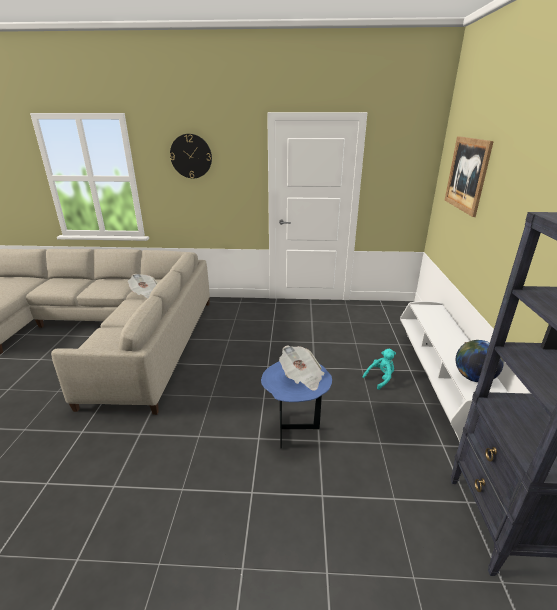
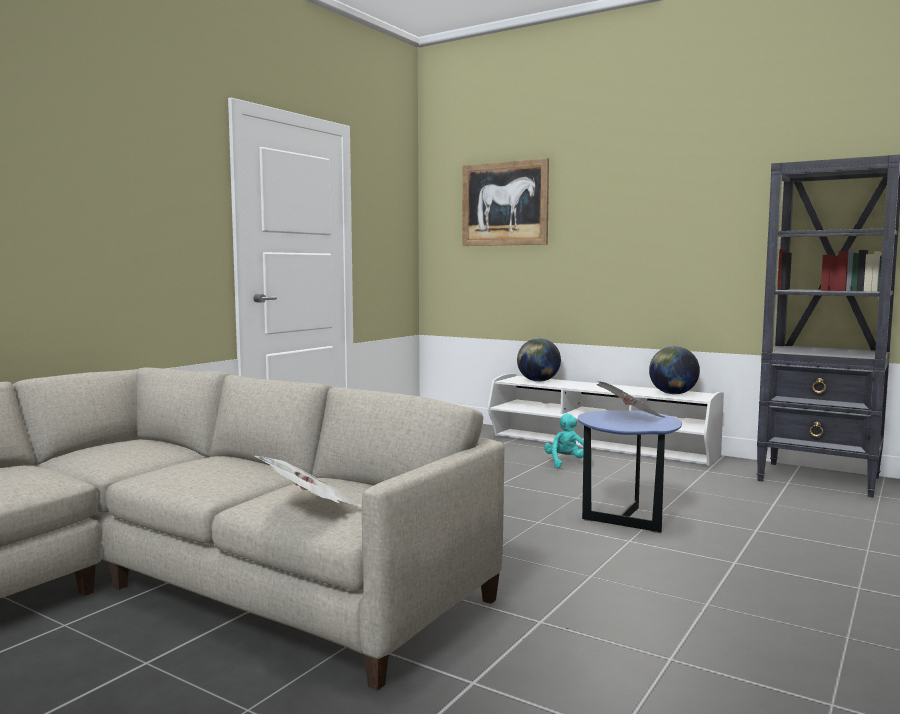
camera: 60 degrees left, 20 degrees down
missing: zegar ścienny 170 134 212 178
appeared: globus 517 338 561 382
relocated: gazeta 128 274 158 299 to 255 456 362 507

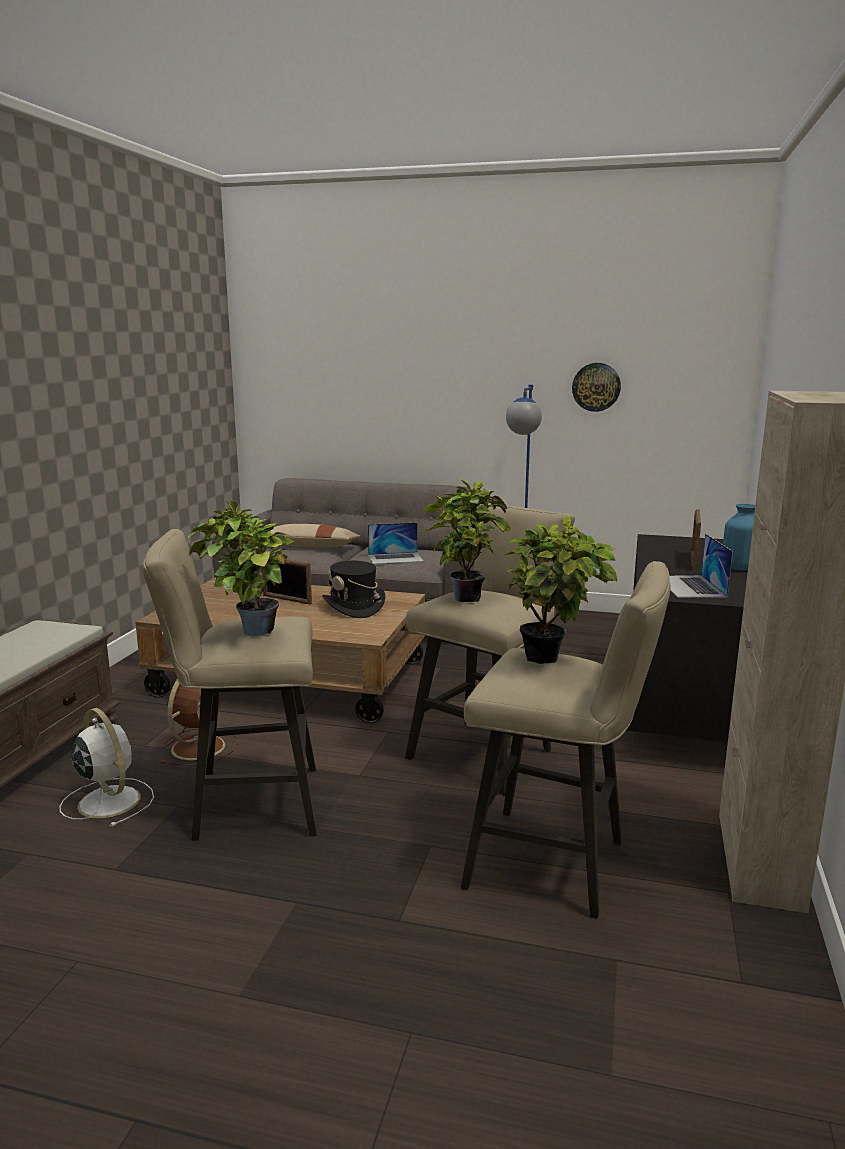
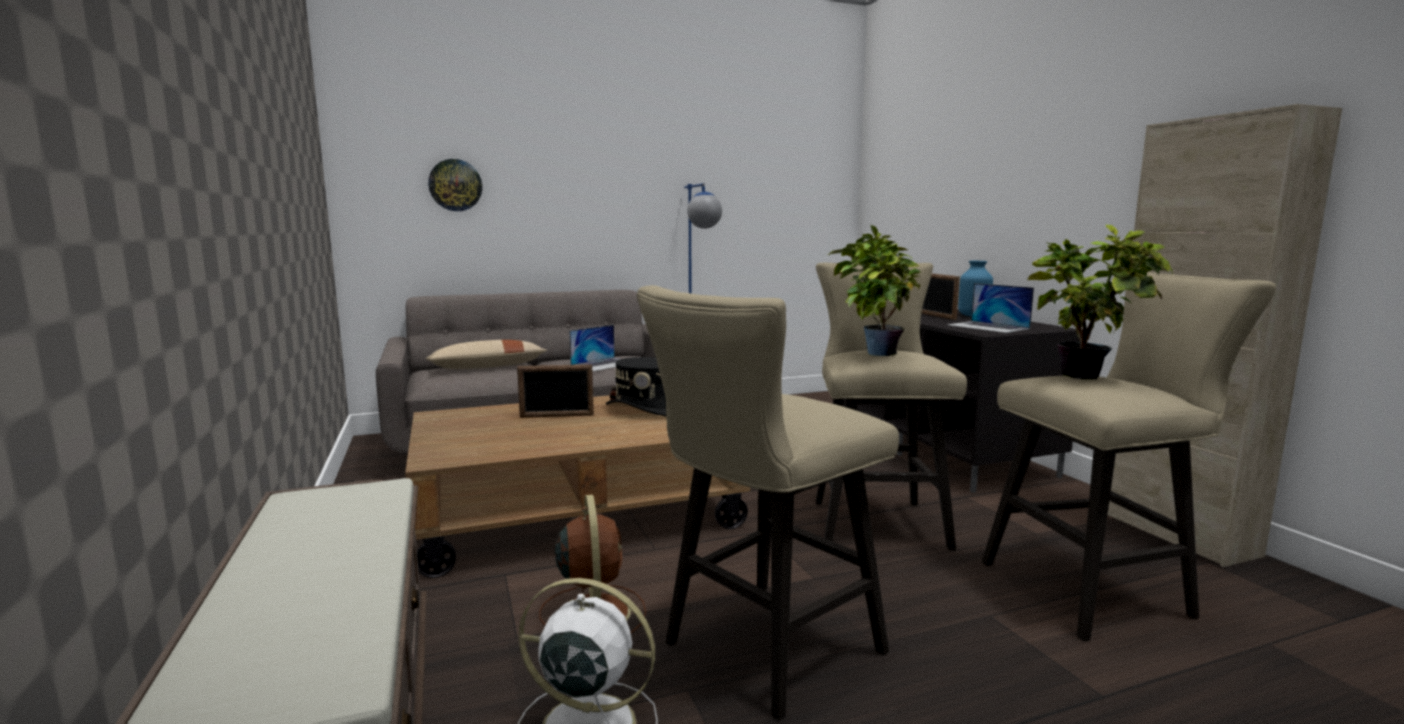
camera: 35 degrees left, 5 degrees down
missing: roślina doniczkowa 188 501 294 636
relocated: zegar ścienny 572 363 621 412 to 428 159 482 211

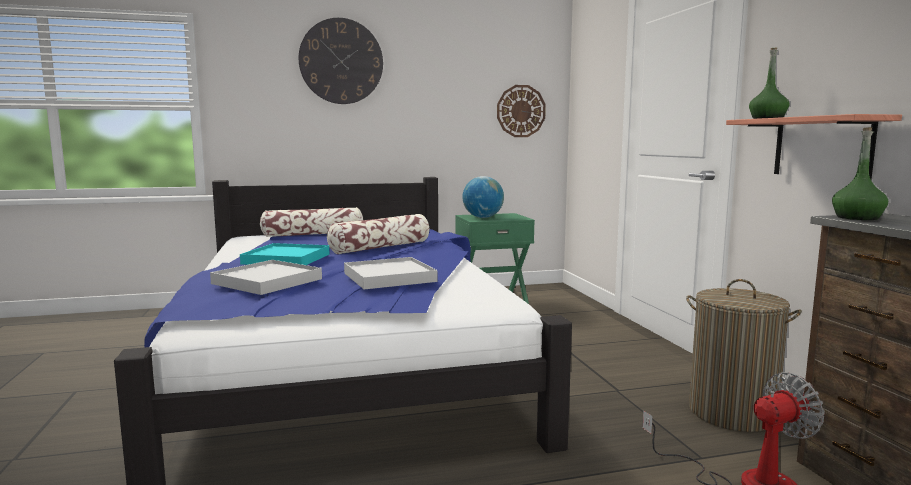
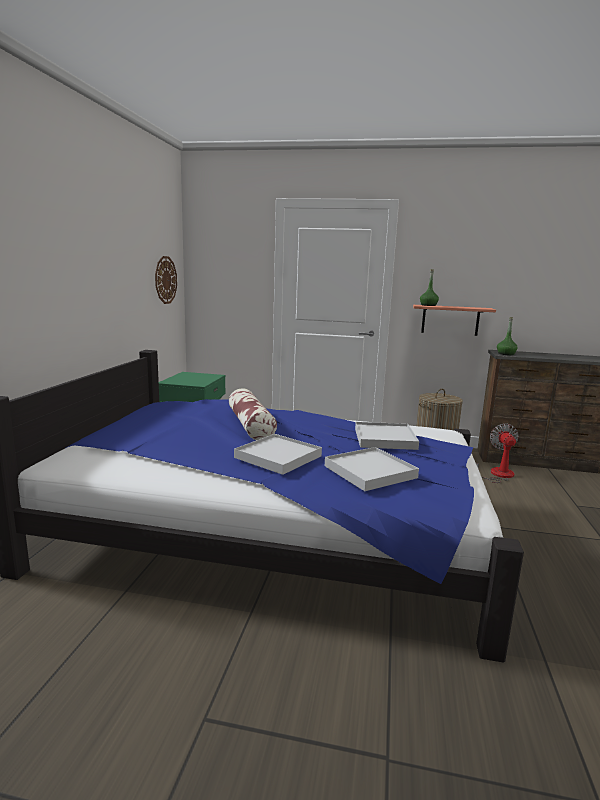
camera: 65 degrees left, 5 degrees up
missing: poduszka 260 207 363 237; zegar ścienny 299 18 383 104; globus 462 176 504 218
colour: taca (turkusowy) 240 243 329 265 to taca (biały) 234 434 322 475

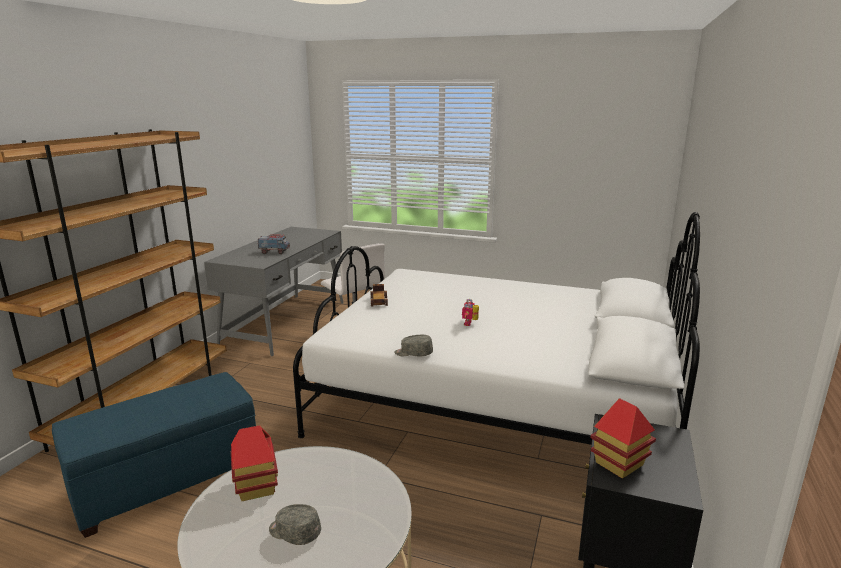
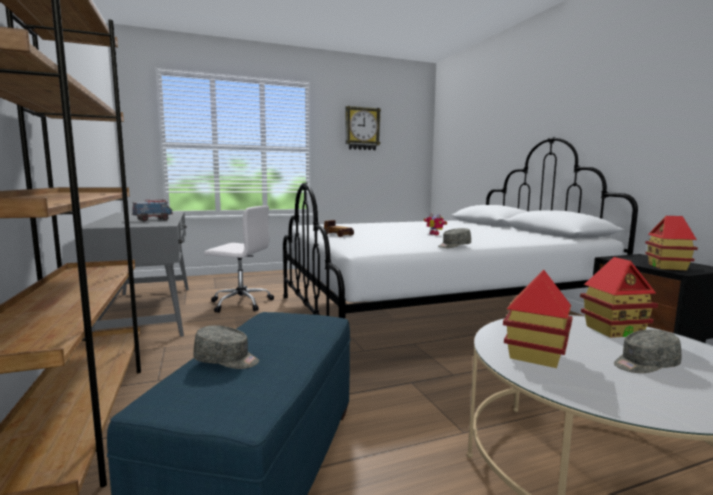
camera: 40 degrees left, 10 degrees down
appeared: czapka z daszkiem (szary) 193 325 259 369; zegar ścienny 345 106 381 150; domek 580 257 658 338

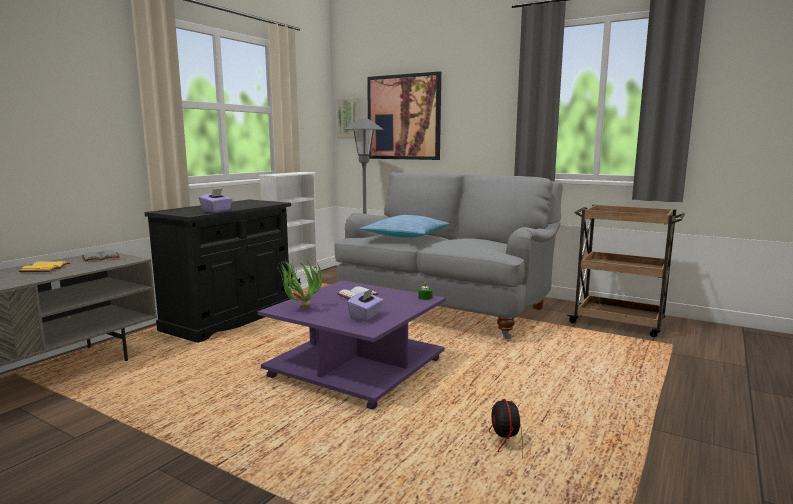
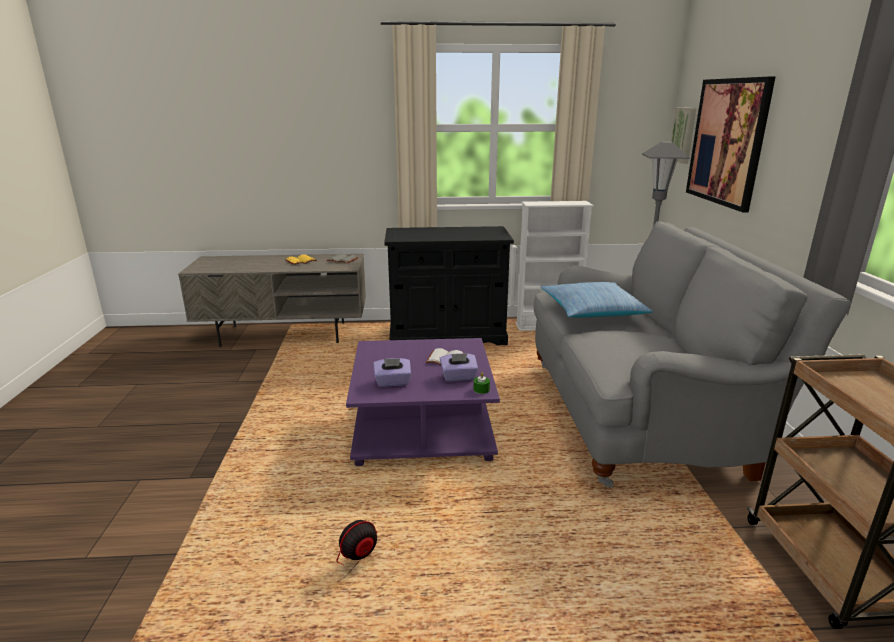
camera: 55 degrees right, 10 degrees up
missing: roślina doniczkowa 279 258 322 308
relocated: pudełko chusteczek (fioletowy) 199 188 233 212 to 440 353 478 381

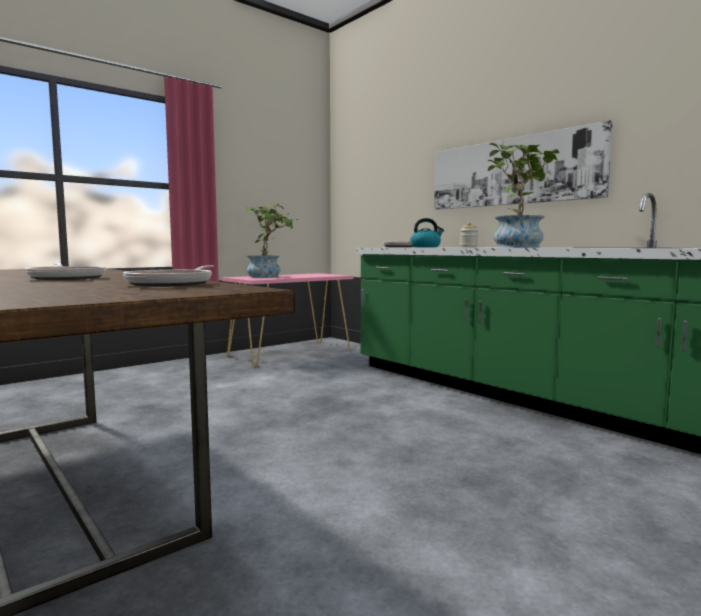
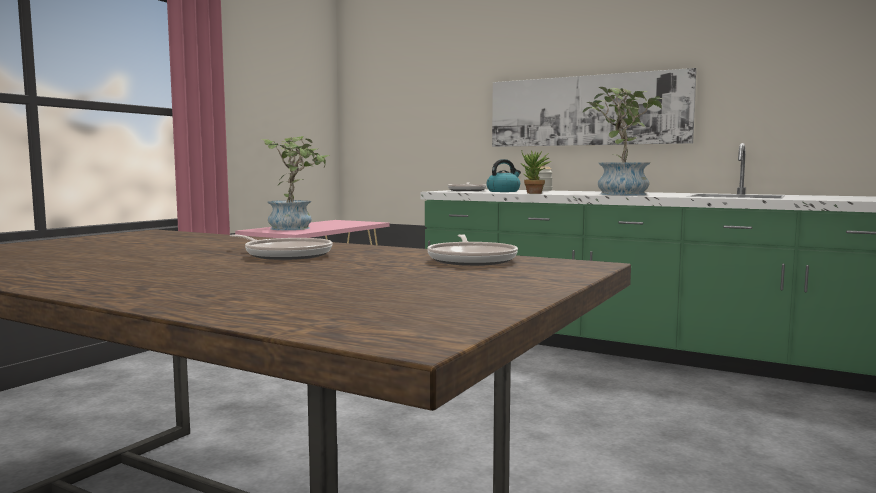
camera: 20 degrees left, 0 degrees up
appeared: roślina doniczkowa 521 150 551 194

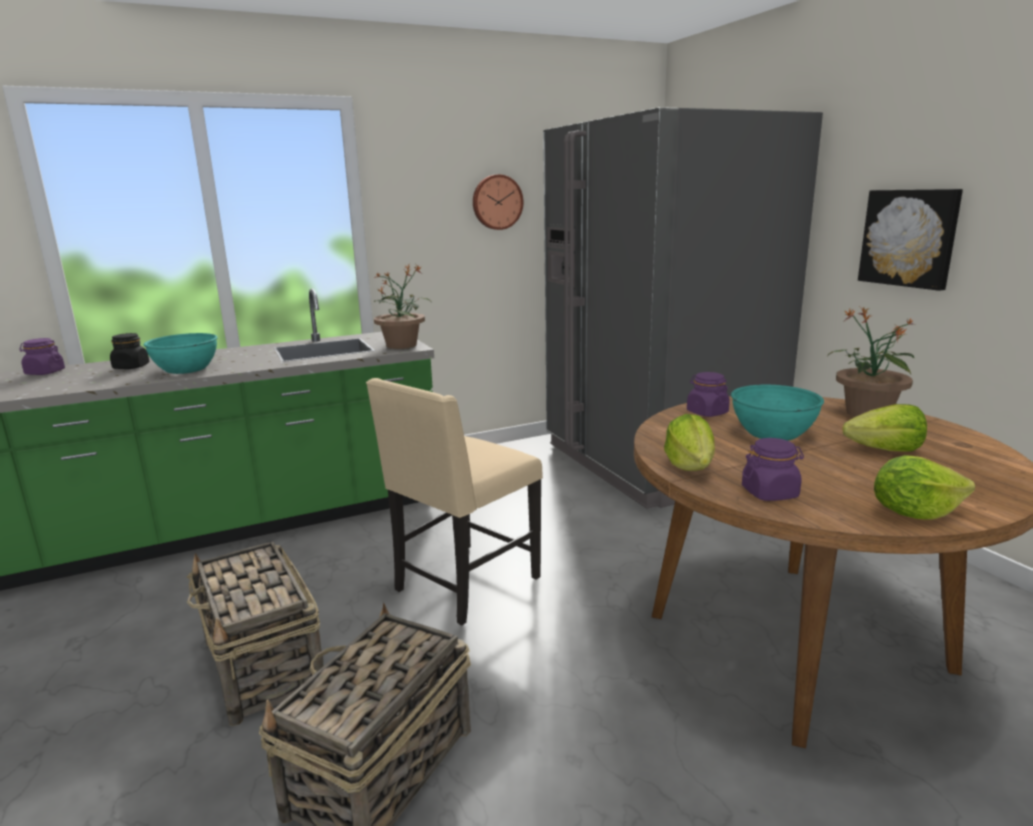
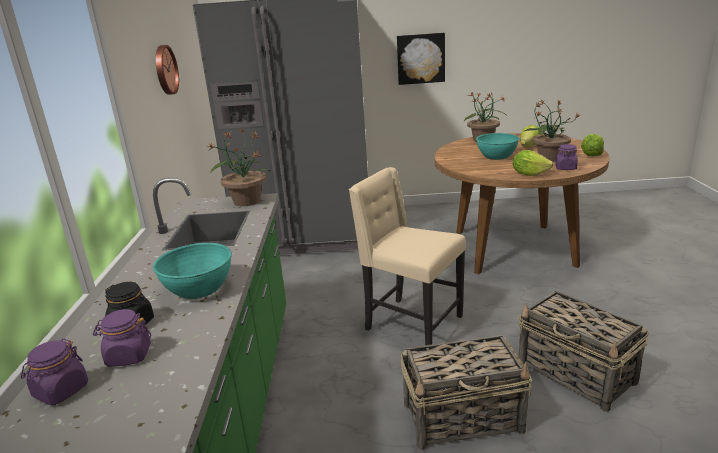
camera: 65 degrees left, 5 degrees up
appeared: roślina doniczkowa 523 100 580 162
relocated: słoik (fioletowy) 687 372 730 417 to 93 309 151 367
spun: krzesło (beżowy) 366 378 543 625 = 349 167 466 345 150 degrees clockwise

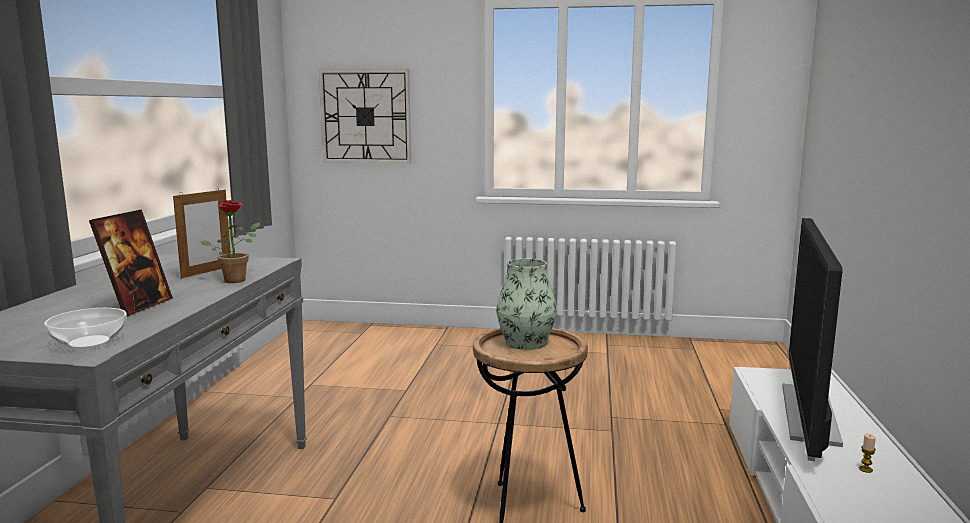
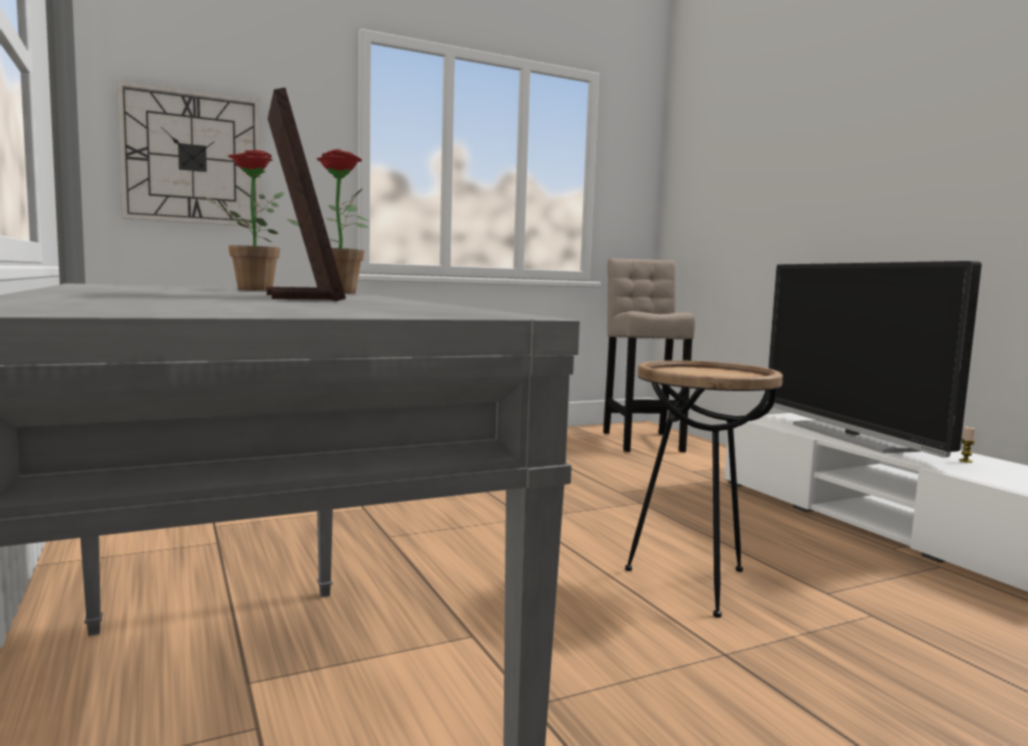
camera: 35 degrees left, 5 degrees down
missing: miska 44 308 127 349; wazon 496 259 557 350
appeared: stołek (beżowy) 603 258 695 452
exchanged: ramka na zdjęcie 173 188 231 278 to roślina doniczkowa 203 150 284 291

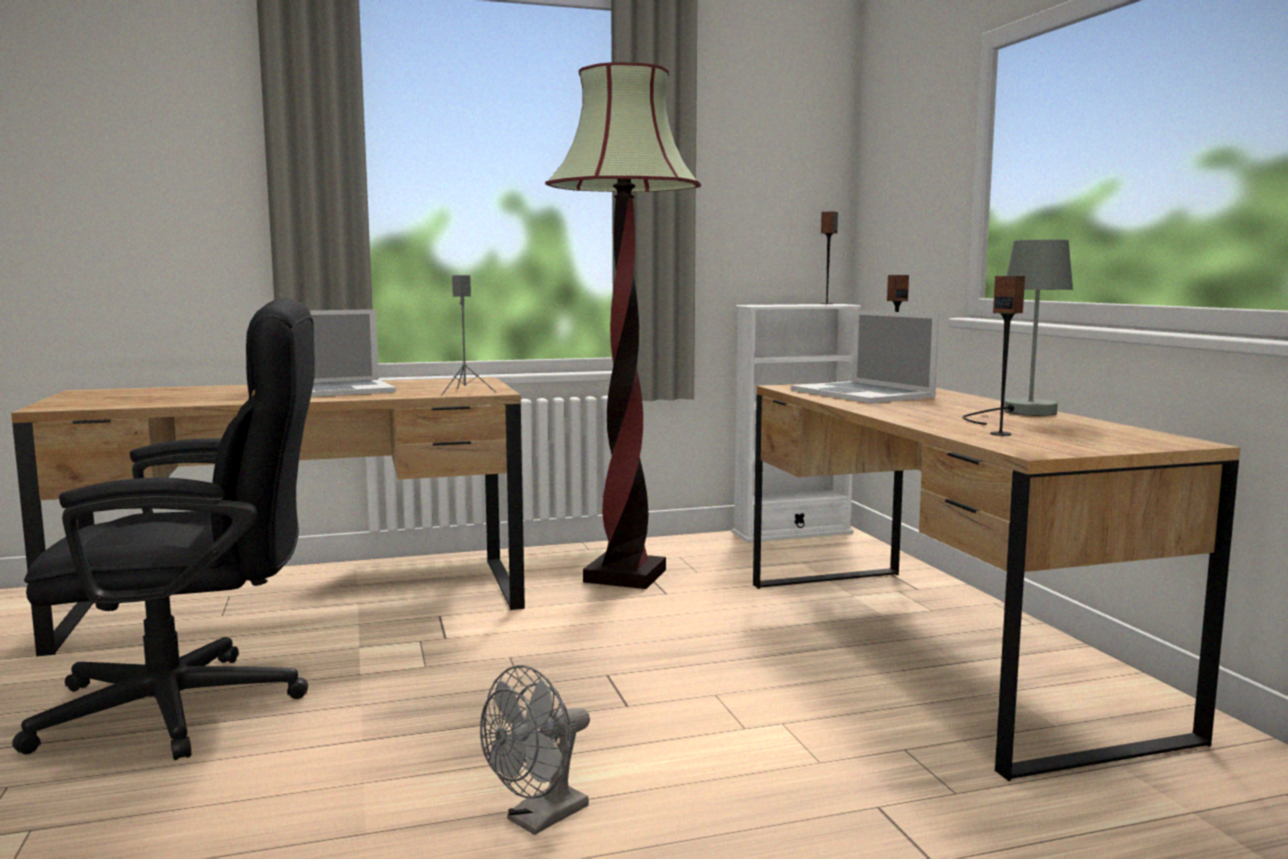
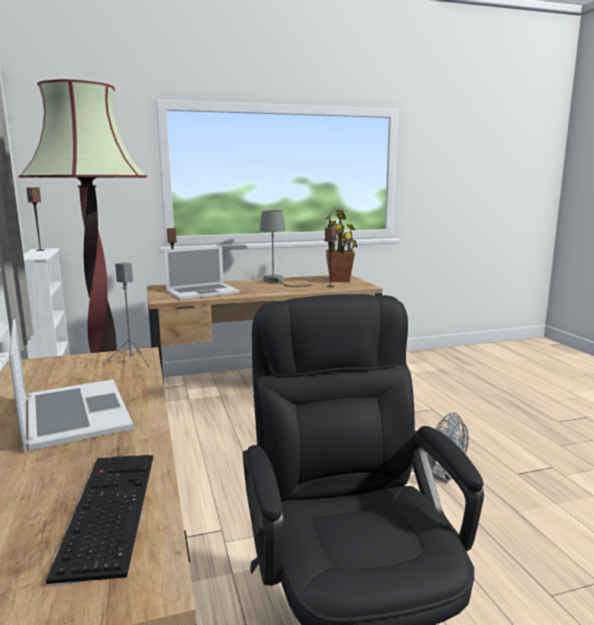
camera: 90 degrees left, 5 degrees up
appeared: klawiatura 46 455 153 586; roślina doniczkowa 324 210 358 282

